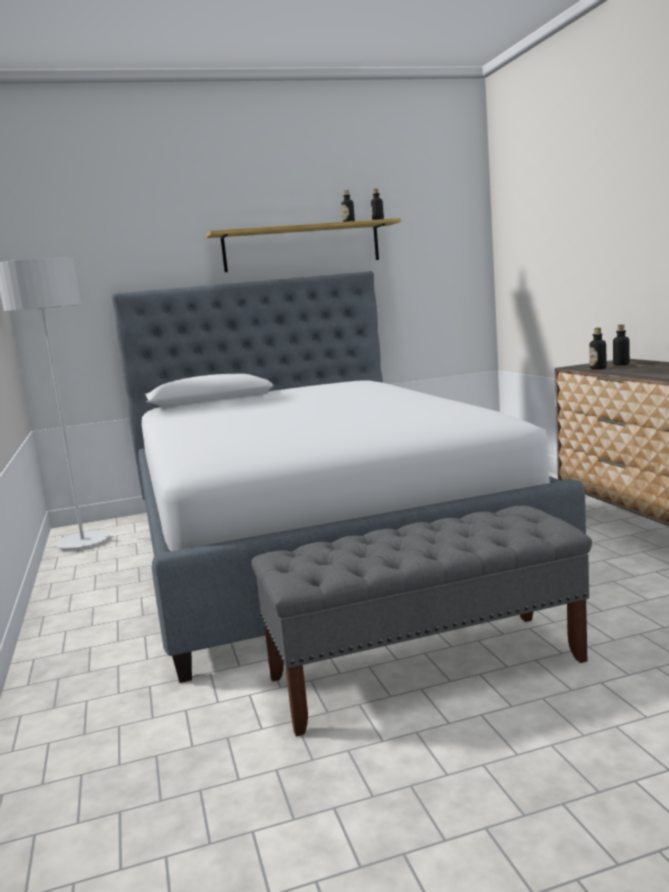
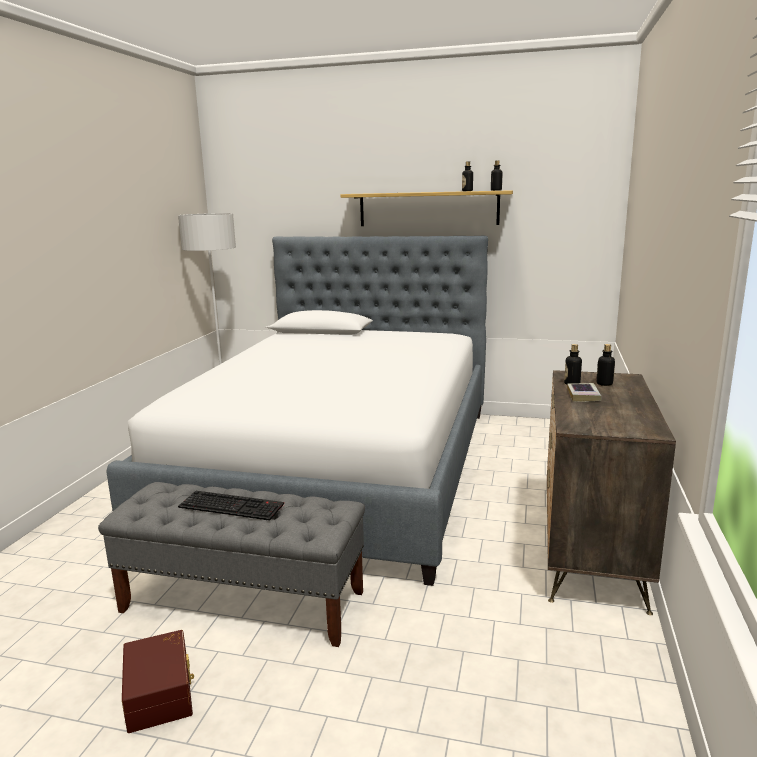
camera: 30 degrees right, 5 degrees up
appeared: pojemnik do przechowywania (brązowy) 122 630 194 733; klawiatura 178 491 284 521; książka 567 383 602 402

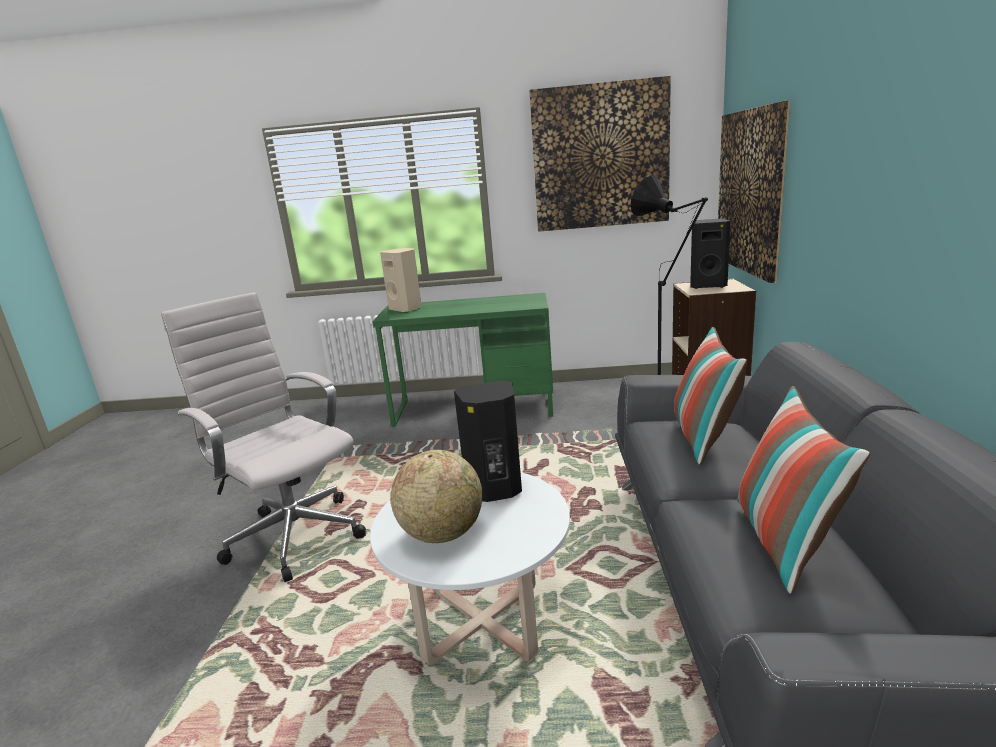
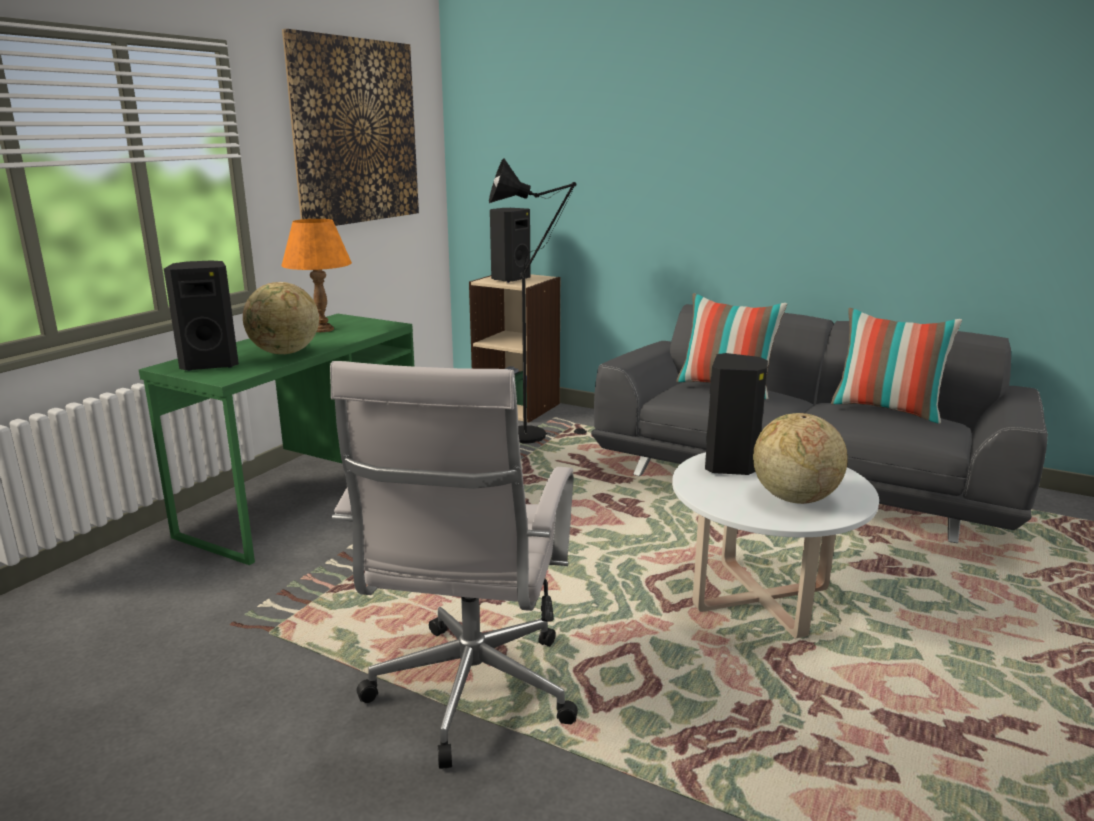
camera: 65 degrees left, 0 degrees up
missing: obraz 718 100 790 283
appeared: globus 243 282 319 354; lampa stołowa (pomarańczowy) 281 219 352 332
colour: głośnik (beżowy) 380 248 422 313 to głośnik (czarny) 164 260 239 371
spun: krzesło biurowe (biały) 161 292 366 582 = 330 361 578 769 60 degrees counterclockwise

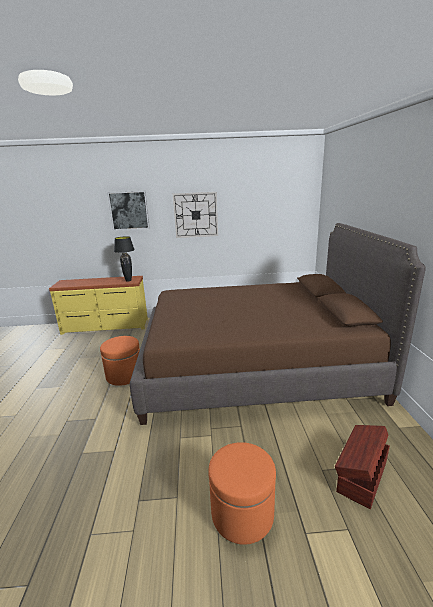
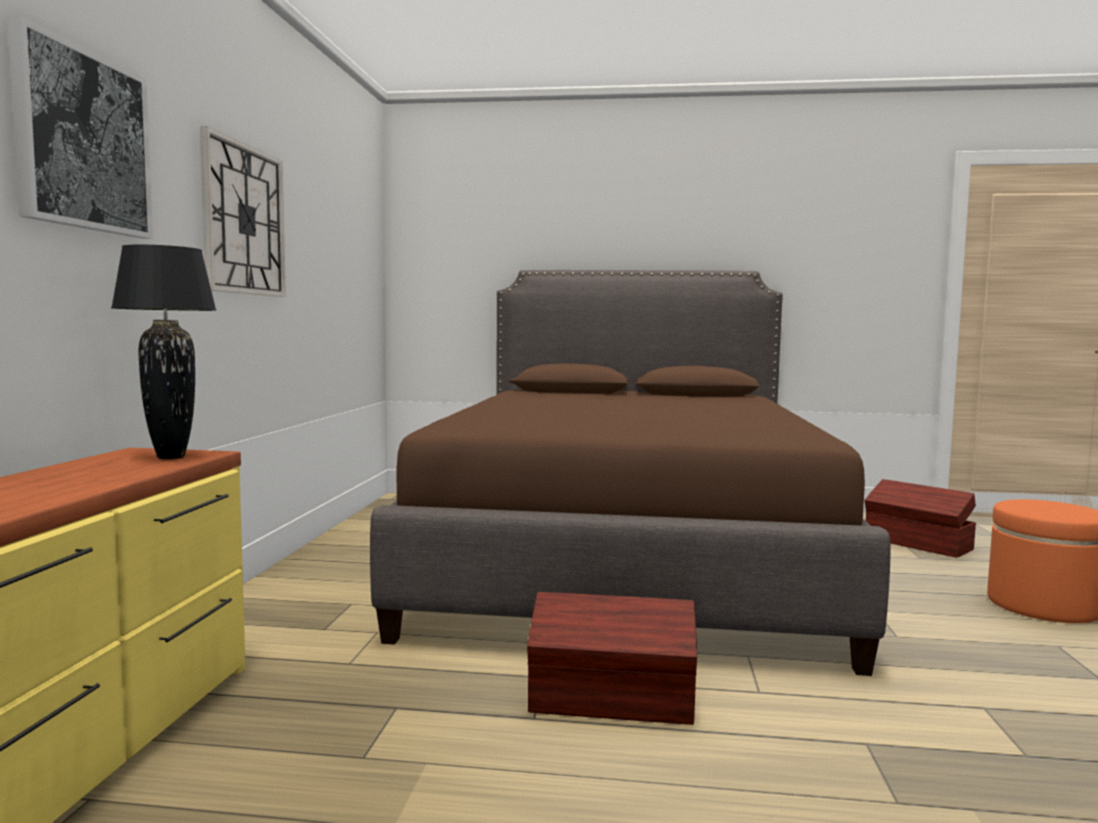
camera: 80 degrees left, 15 degrees down
exchanged: pufa (pomarańczowy) 100 336 140 386 to pojemnik do przechowywania (brązowy) 527 592 697 725

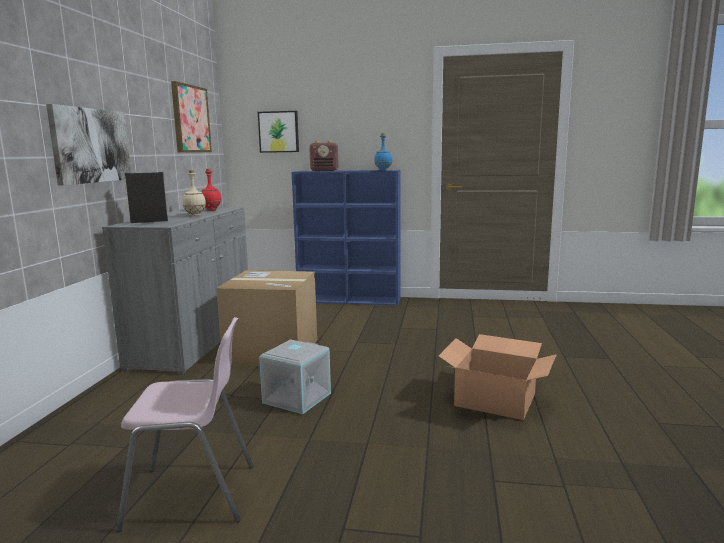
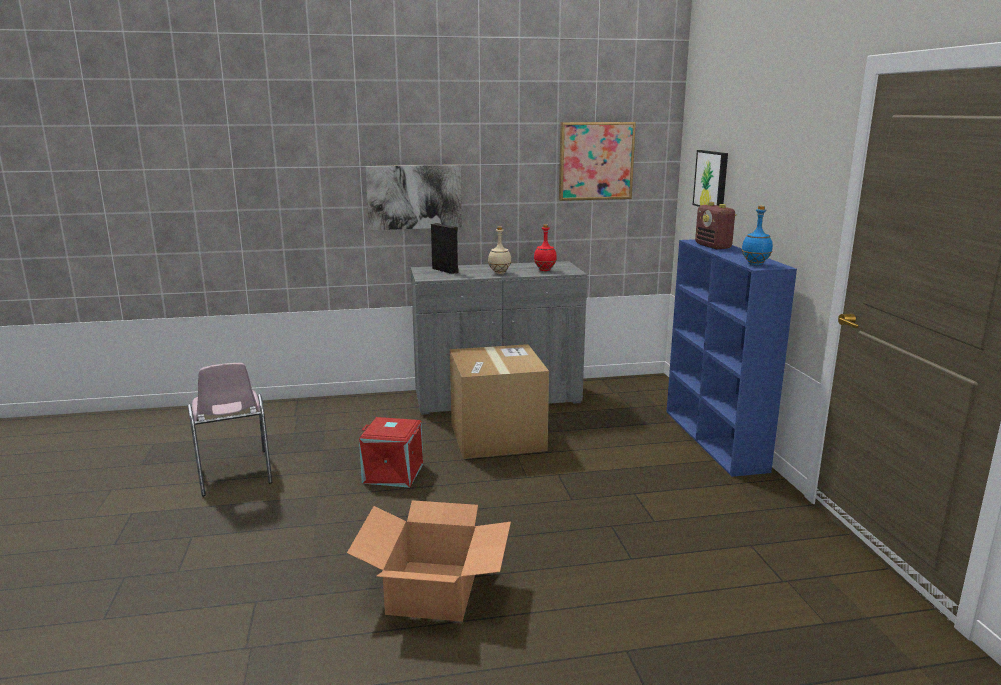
camera: 70 degrees right, 5 degrees up
colour: pojemnik do przechowywania (szary) 259 340 331 414 to pojemnik do przechowywania (czerwony) 359 417 423 488

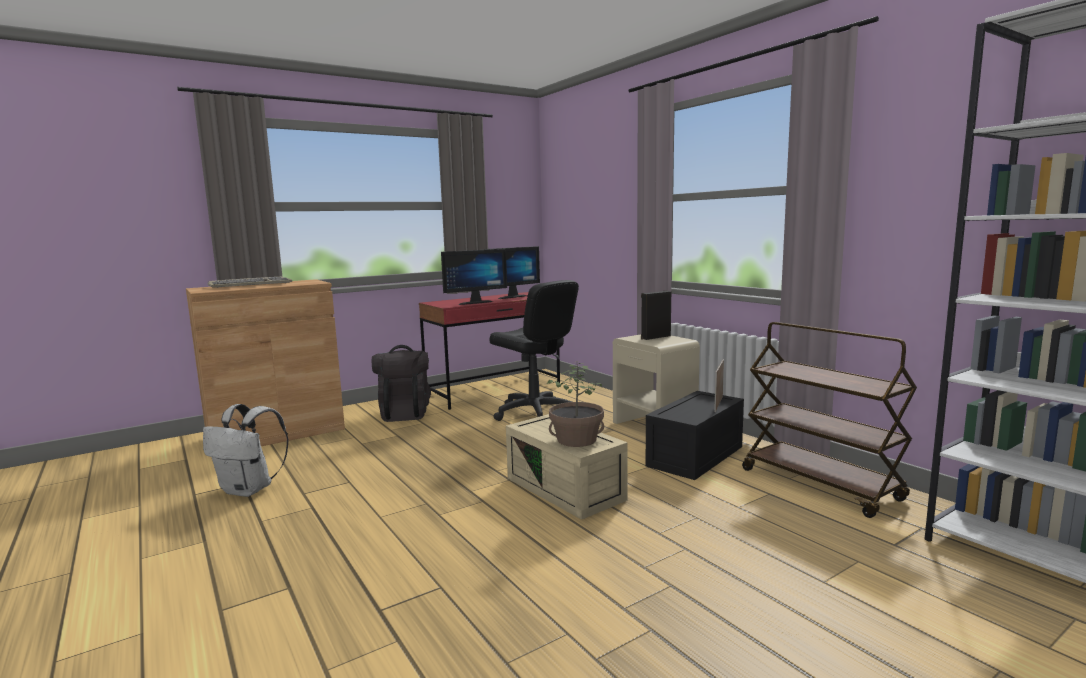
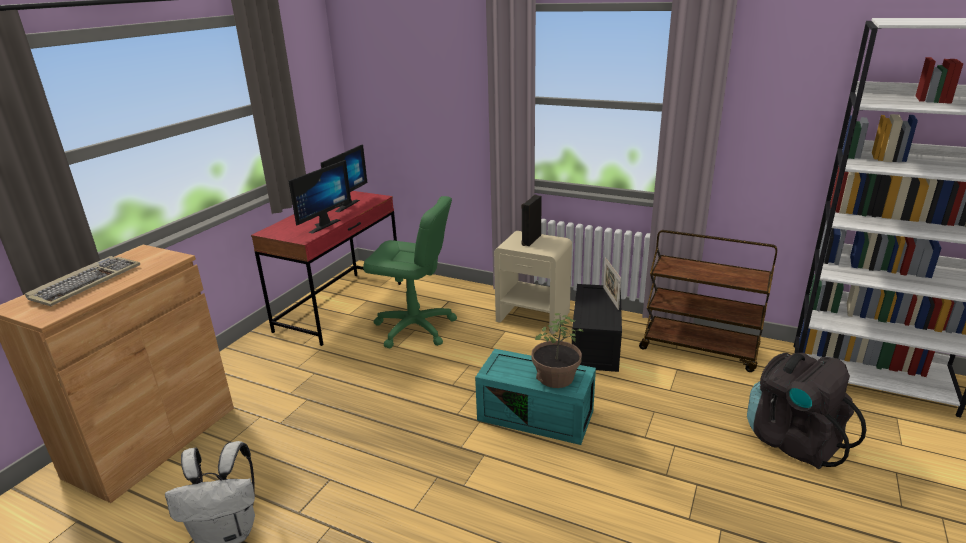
camera: 30 degrees left, 15 degrees up
relocated: plecak (czarny) 372 345 431 422 to 747 353 867 469
colour: krzesło biurowe (czarny) 489 280 579 421 to krzesło biurowe (zielony) 363 196 457 348; pojemnik do przechowywania (beżowy) 506 414 628 520 to pojemnik do przechowywania (turkusowy) 475 349 596 445

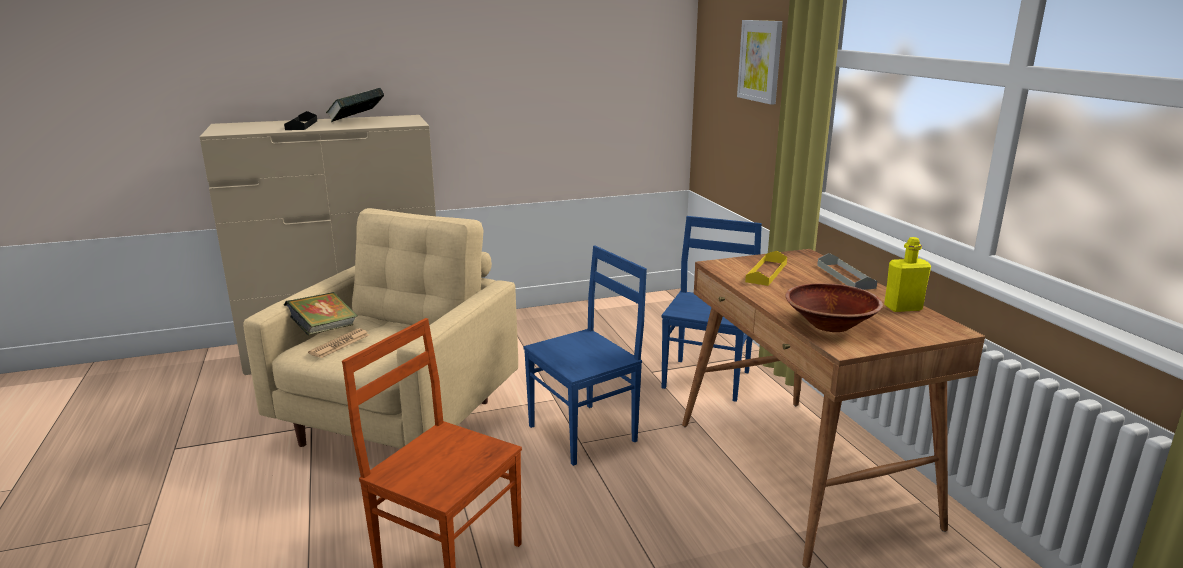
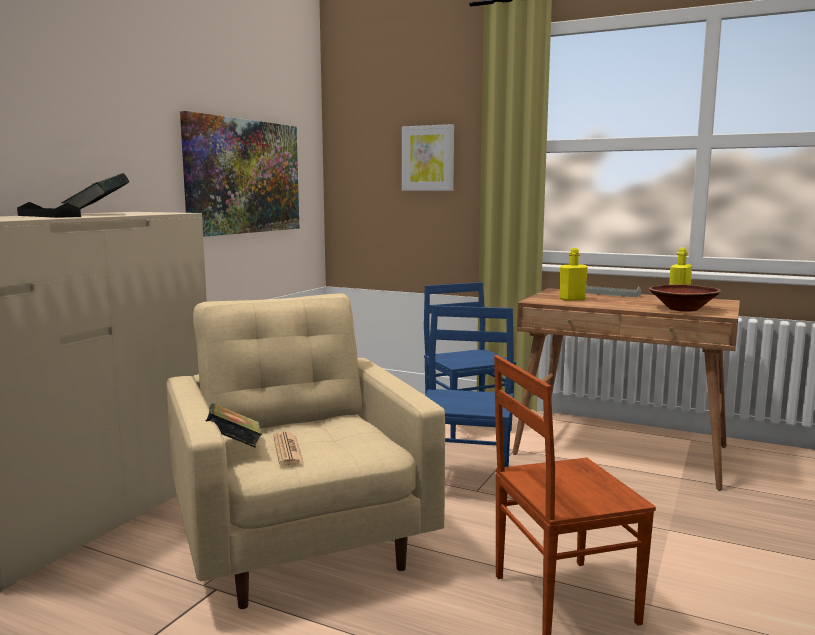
camera: 45 degrees left, 10 degrees down
appeared: obraz 180 111 299 237
exchanged: taca (żółty) 745 251 787 286 to butelka (żółty) 560 248 588 301

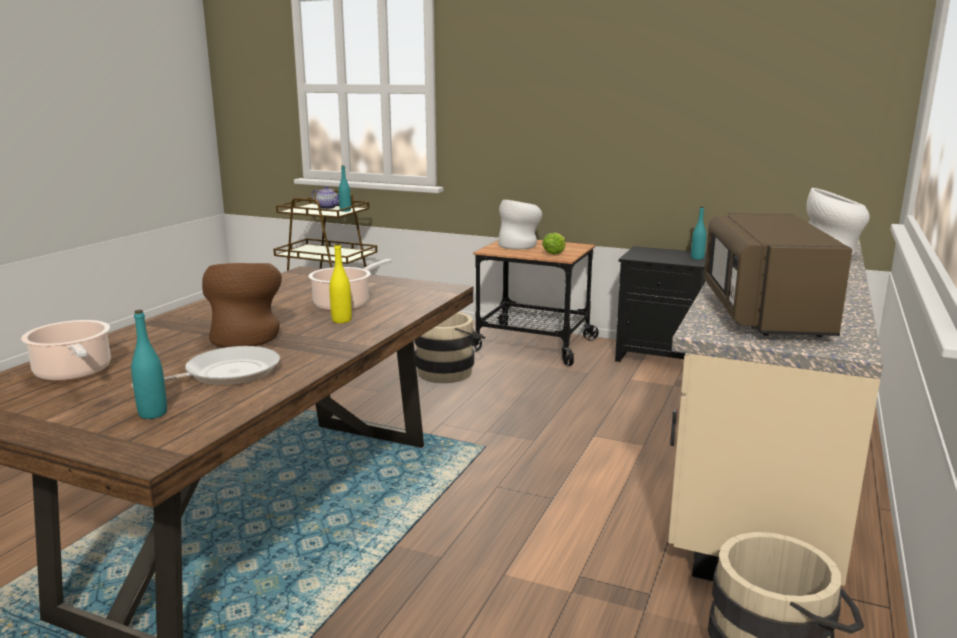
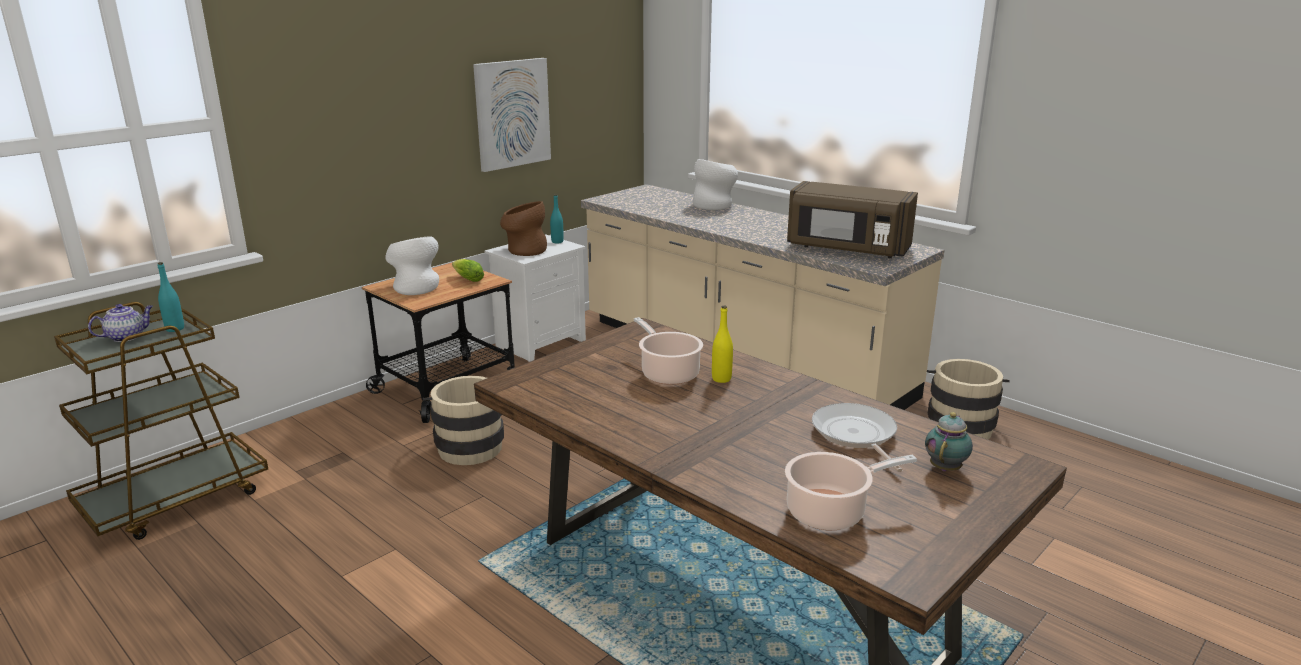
camera: 70 degrees left, 5 degrees up
appeared: obraz 473 58 551 172
relocated: wazon (brązowy) 202 263 282 348 to 500 201 547 256
exchanged: butelka (turkusowy) 131 310 167 419 to imbryk 925 412 973 471
colour: szafka nocna (czarny) 615 246 706 362 to szafka nocna (biały) 484 234 586 362

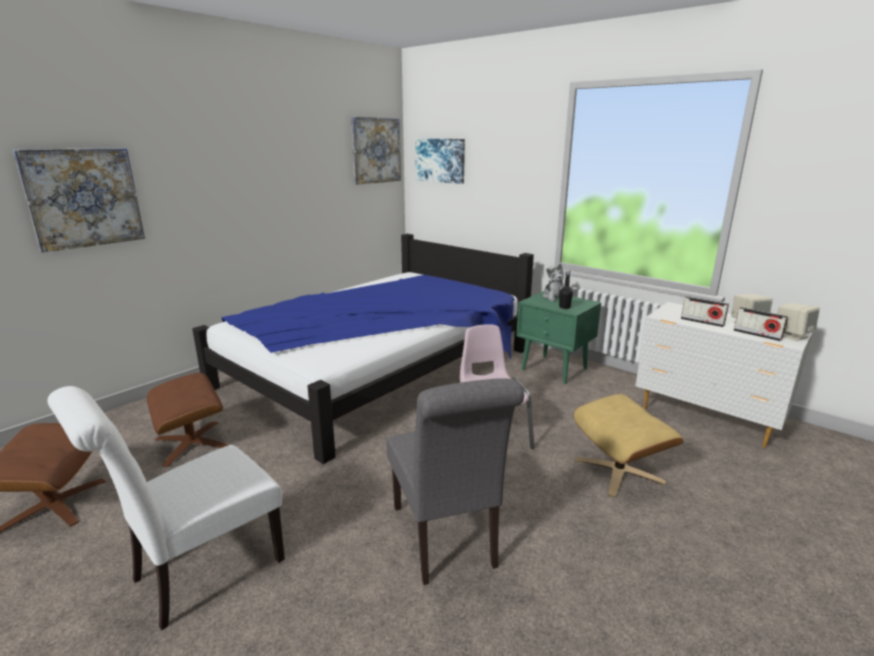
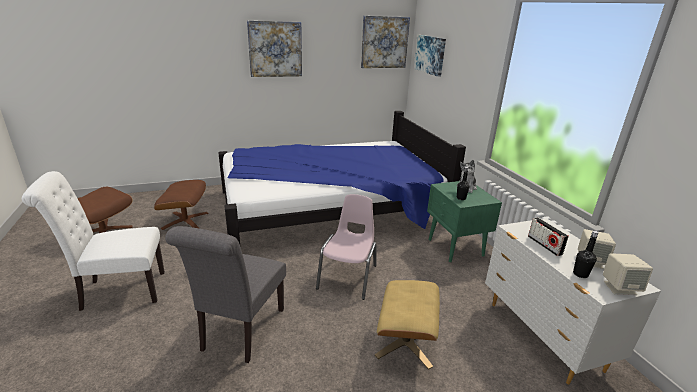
camera: 30 degrees right, 5 degrees up
relocated: obraz 13 148 145 253 to 247 21 302 77
exchanged: radio 734 307 788 341 to butelka (czarny) 573 231 599 278

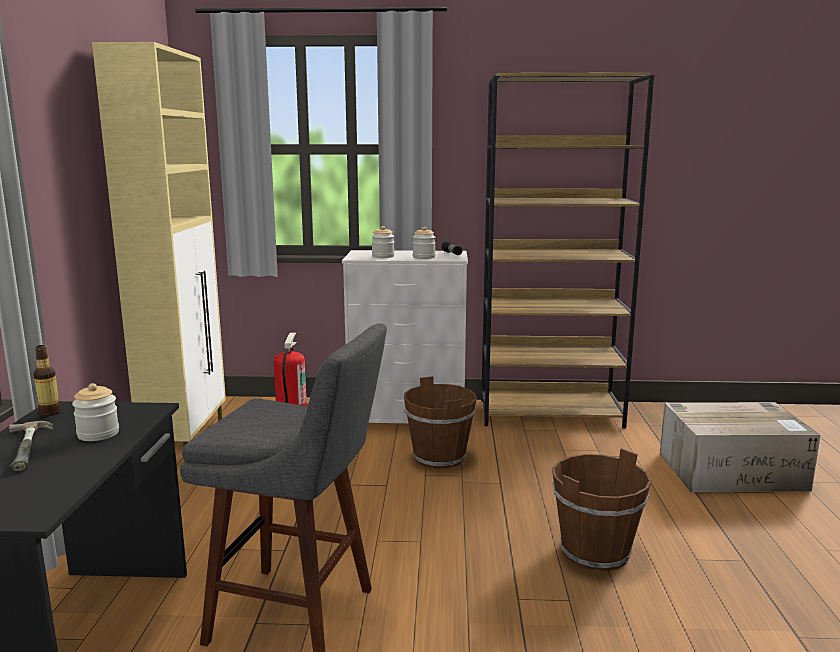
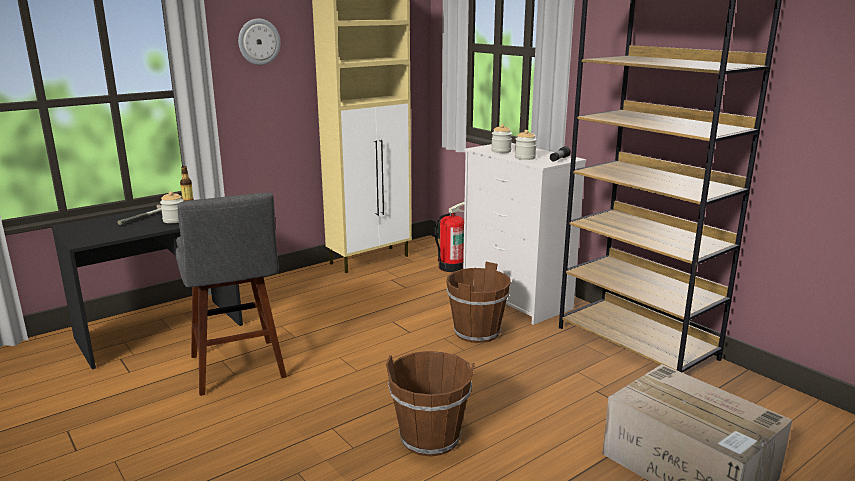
camera: 50 degrees right, 5 degrees up
appeared: zegar ścienny 238 19 280 65

